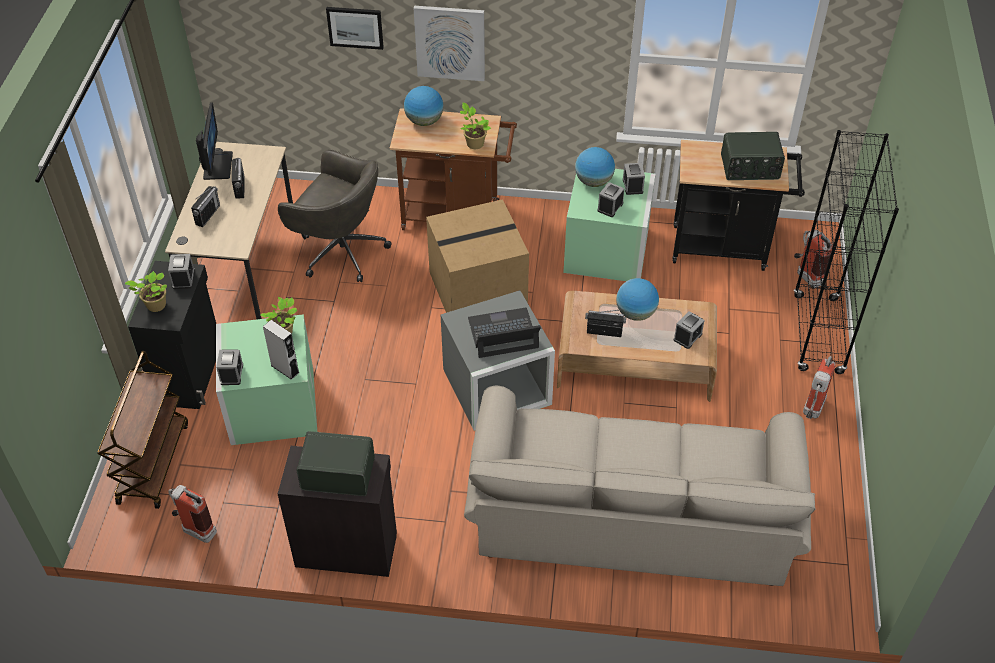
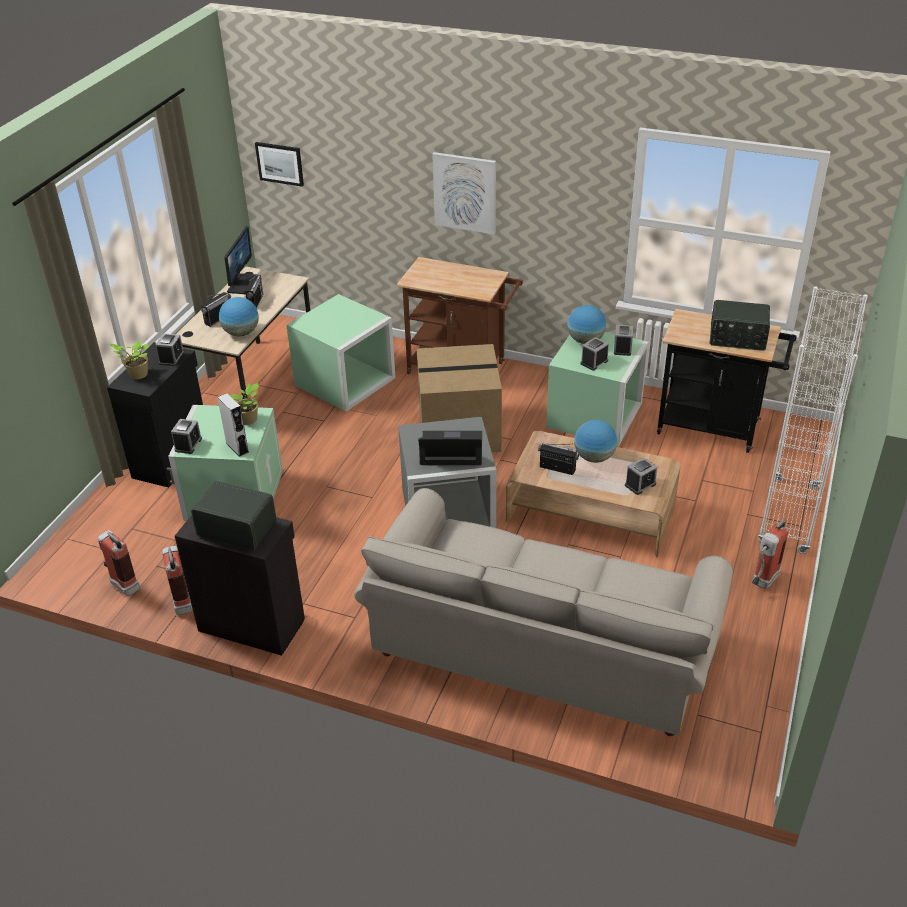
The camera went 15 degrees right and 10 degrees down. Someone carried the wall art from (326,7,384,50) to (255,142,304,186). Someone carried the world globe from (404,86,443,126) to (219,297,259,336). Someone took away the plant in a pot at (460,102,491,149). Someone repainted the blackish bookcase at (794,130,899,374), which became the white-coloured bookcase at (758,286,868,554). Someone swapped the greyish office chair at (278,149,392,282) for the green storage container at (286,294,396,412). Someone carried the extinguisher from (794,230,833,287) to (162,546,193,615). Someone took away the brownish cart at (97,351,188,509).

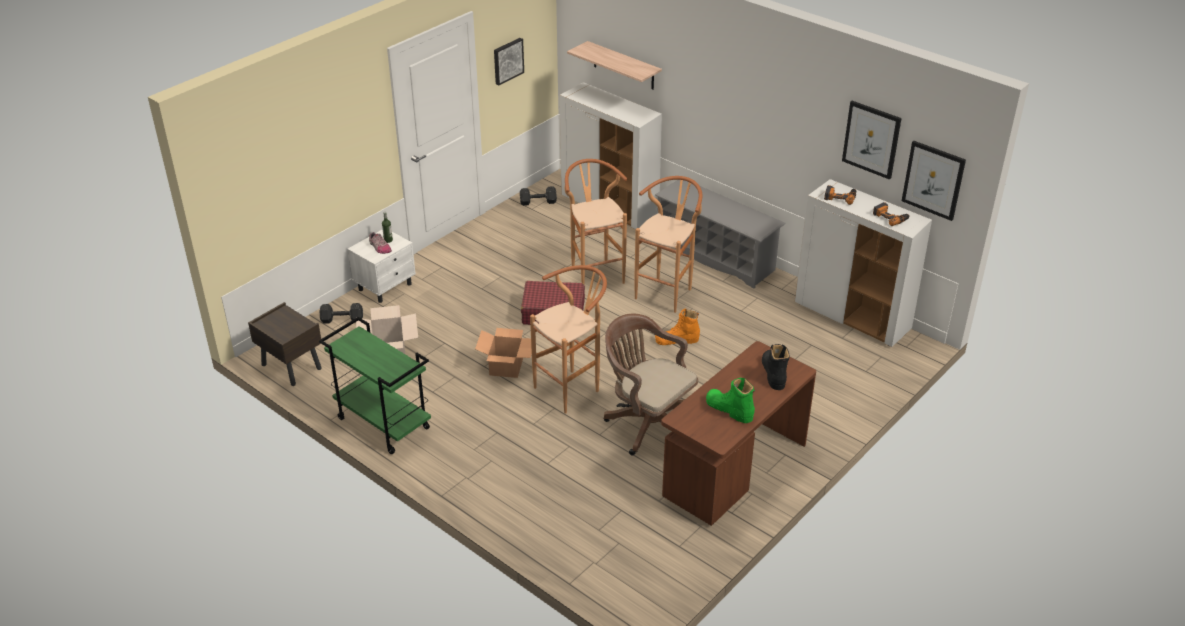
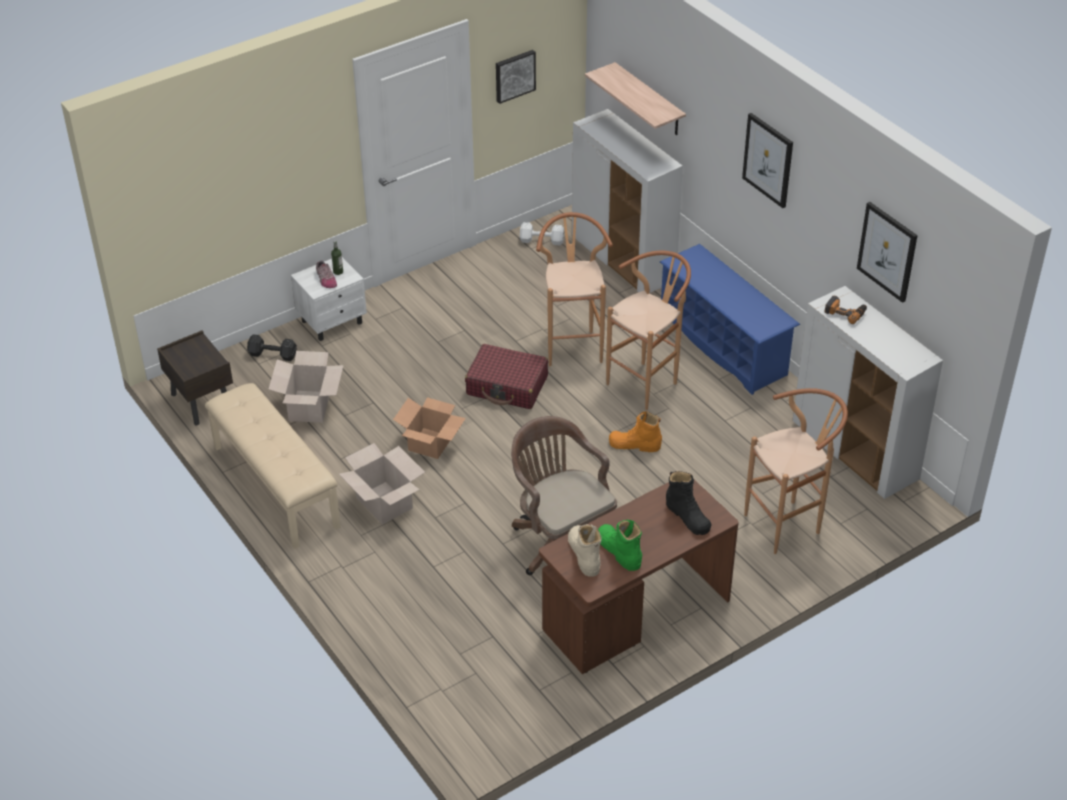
The camera went 15 degrees right and 5 degrees up. Someone carried the wall art from (902,141,966,221) to (742,113,793,208). Someone repainted the greyish shoe shelf at (655,180,786,288), which became the bluish shoe shelf at (660,244,800,395). Someone repainted the blackish hand weight at (520,186,557,206), which became the white-coloured hand weight at (520,222,564,245). Someone took away the electric drill at (873,202,909,226). Someone carried the brownish stool seat from (530,265,607,413) to (744,388,848,554). Someone swapped the green cart at (319,317,431,454) for the beige-coloured bench at (205,383,341,549). Someone rotated the blackish high-top boot at (762,344,790,390) by 135 degrees clockwise. Someone put down the packing box at (339,443,425,525). Someone put down the beige-coloured high-top boot at (568,524,601,577).

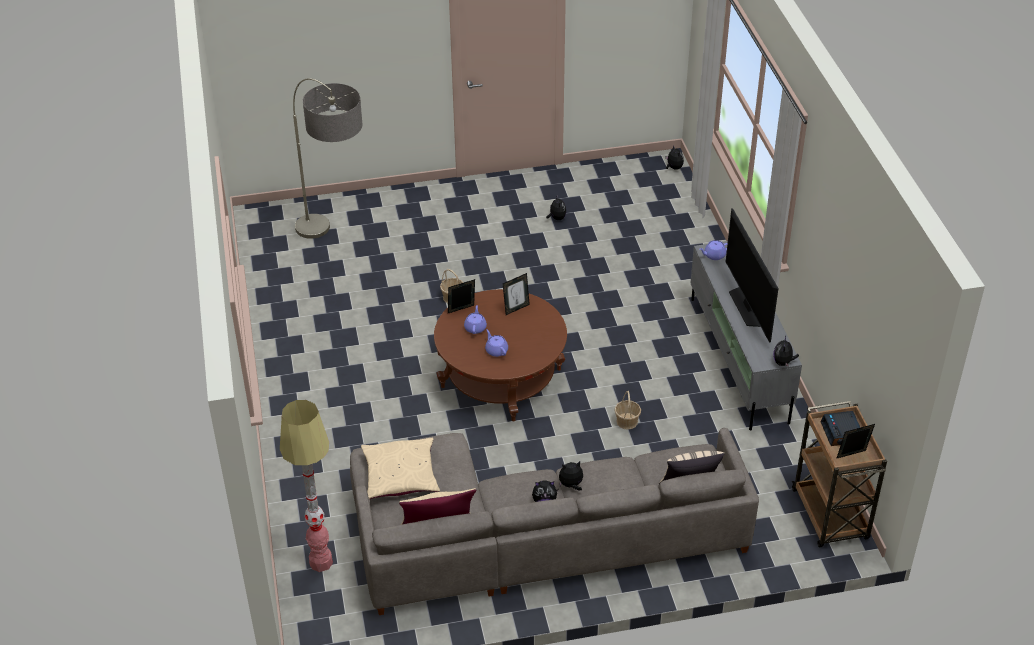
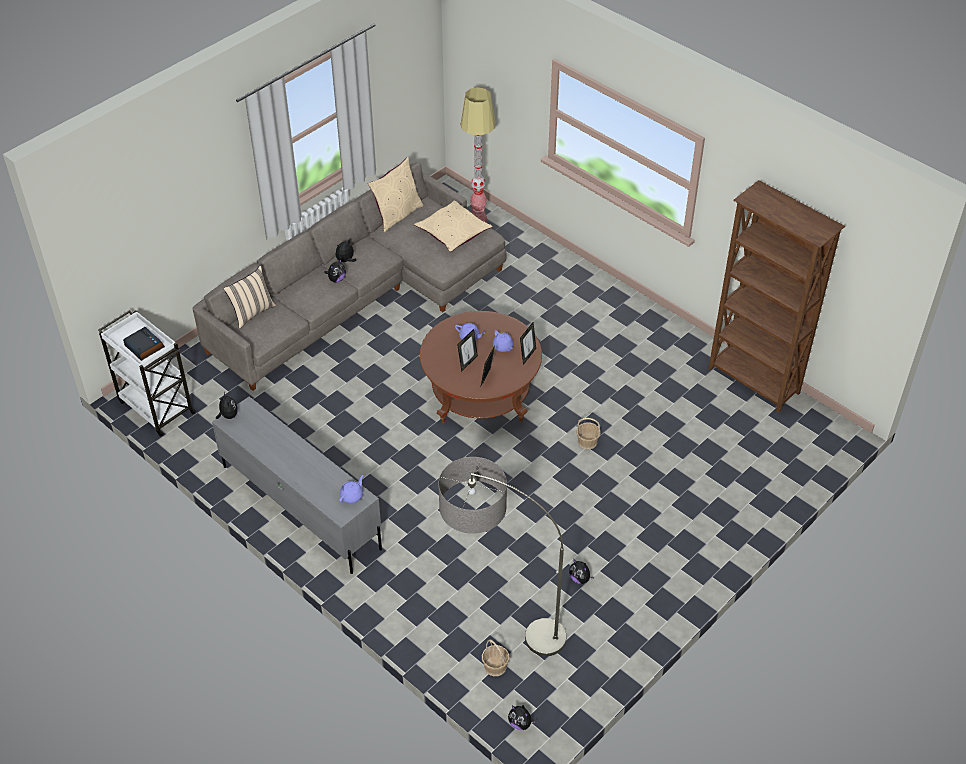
The camera went 145 degrees right and 5 degrees up. Someone carried the standard lamp from (293,78,362,239) to (438,457,567,656). Someone took away the TV set at (726,208,779,343). Someone carried the storage basket from (614,391,641,430) to (482,639,510,676). Someone repainted the brownish cart at (792,401,887,547), which became the white-coloured cart at (98,310,196,437). Someone carried the standing frame from (836,424,875,459) to (457,329,478,372). Someone put down the brownish bookcase at (708,180,845,413).

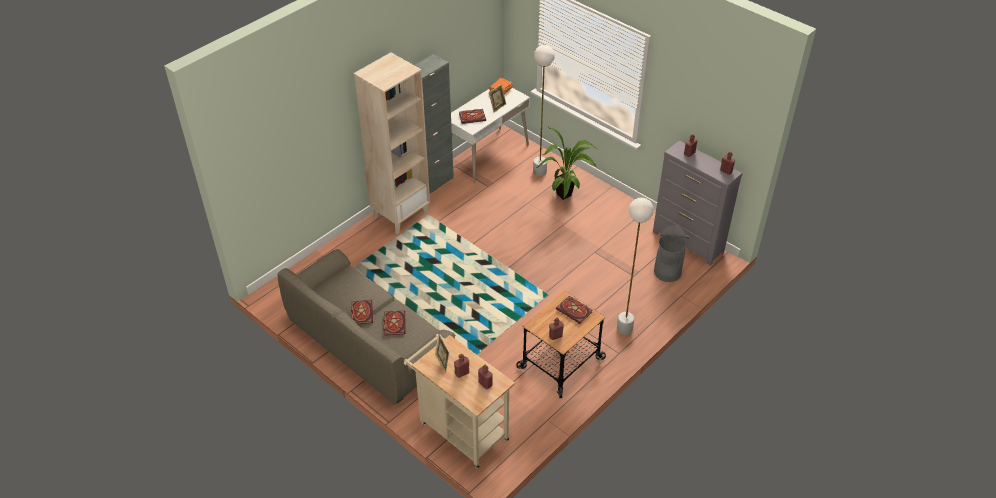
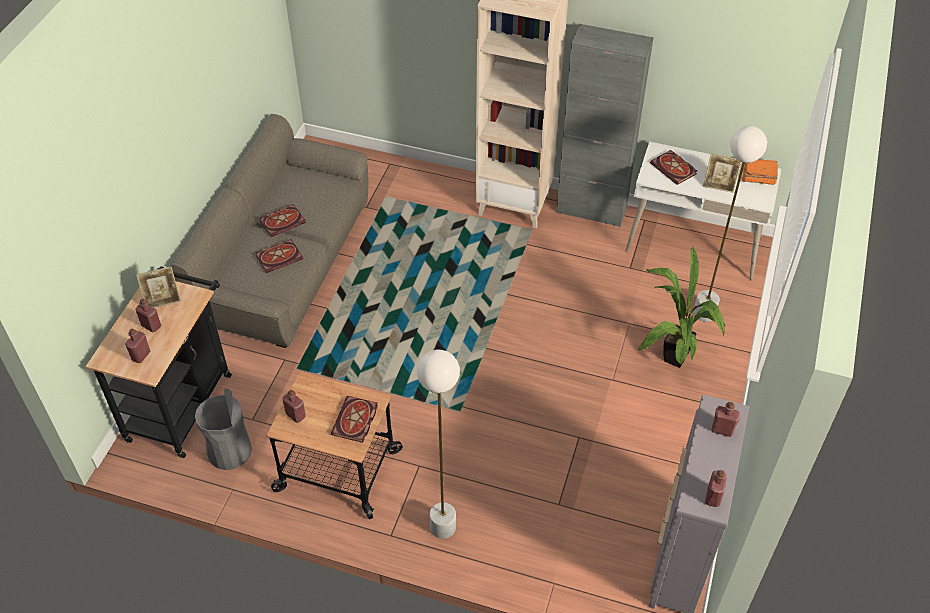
The camera went 65 degrees right and 5 degrees up. Someone carried the greyish rubbish bin from (654,225,686,282) to (195,388,252,470). Someone repainted the beige-coloured cart at (404,334,515,469), which became the blackish cart at (85,266,232,458).

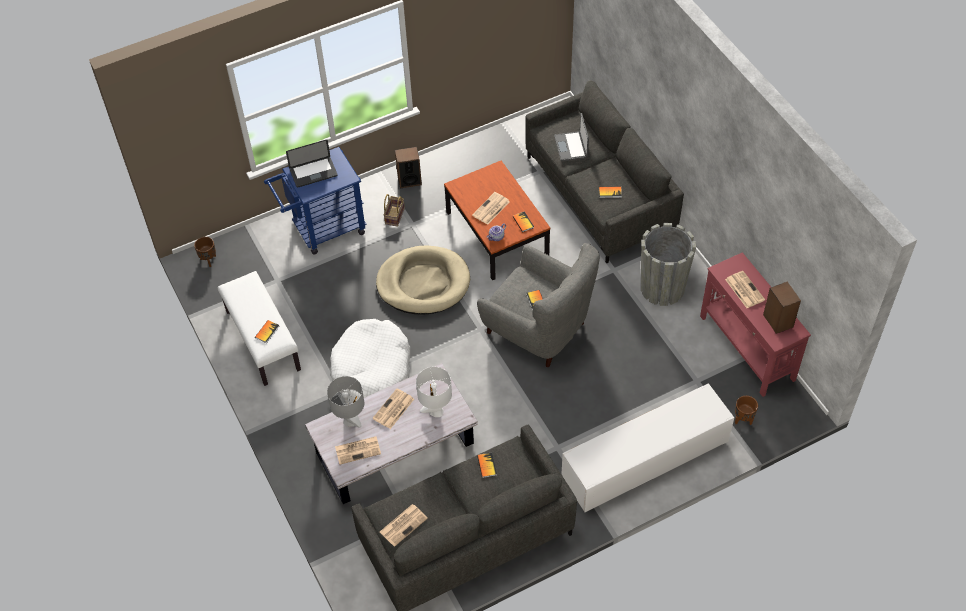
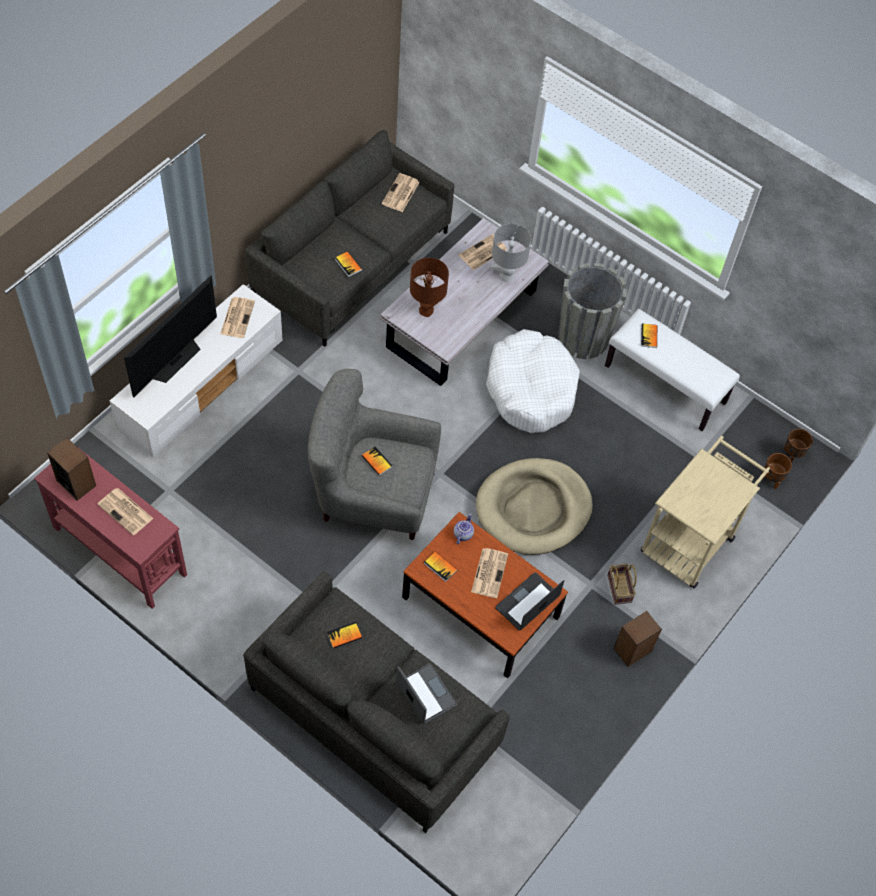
The camera went 150 degrees right and 5 degrees up. Someone carried the portable computer from (286,139,338,188) to (496,572,564,630). Someone repainted the bluish cart at (264,147,367,255), which became the beige-coloured cart at (641,436,770,588). Someone carried the greyish flower pot from (641,223,696,306) to (558,263,627,359). Someone repainted the white-coloured table lamp at (416,367,452,417), which became the brownish table lamp at (410,258,449,317). Someone carried the newspaper from (372,389,414,429) to (220,297,255,338). Someone carried the brownish flower pot from (735,396,758,425) to (762,453,792,489). Someone put down the TV set at (124,275,217,397).

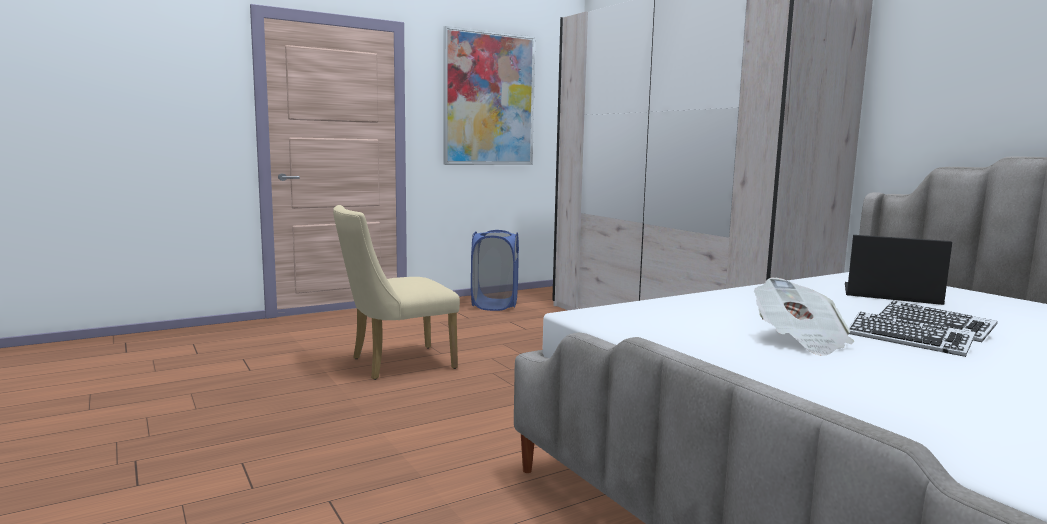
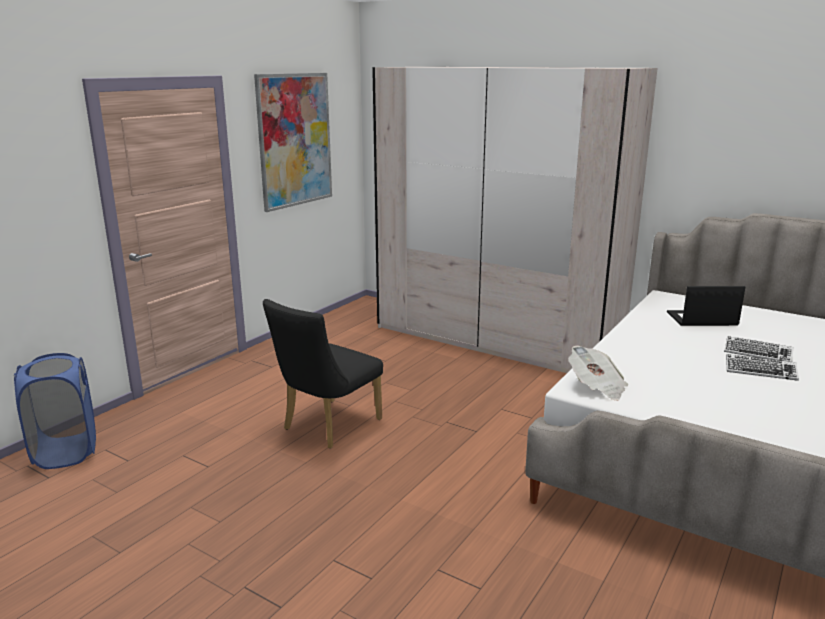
The camera went 25 degrees left and 10 degrees up. Someone repainted the beige-coloured upright chair at (333,205,460,380), which became the blackish upright chair at (263,299,383,449). Someone carried the bluish laundry basket from (471,230,519,311) to (14,353,96,469). Someone carried the newspaper from (754,278,854,356) to (568,345,628,401).

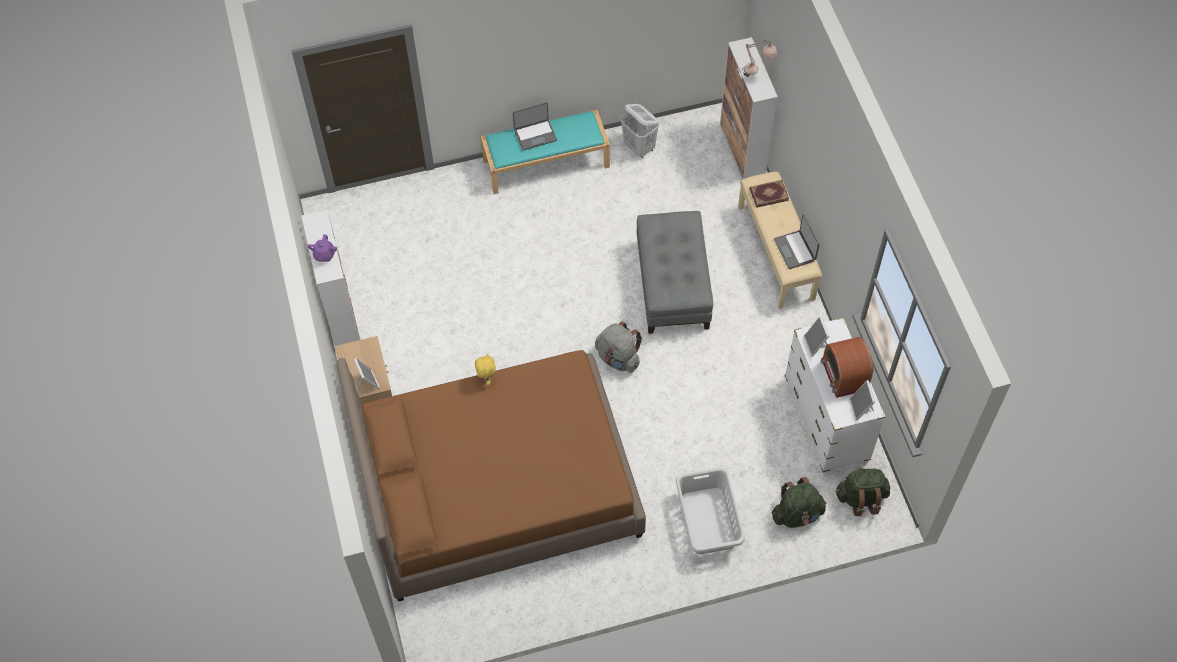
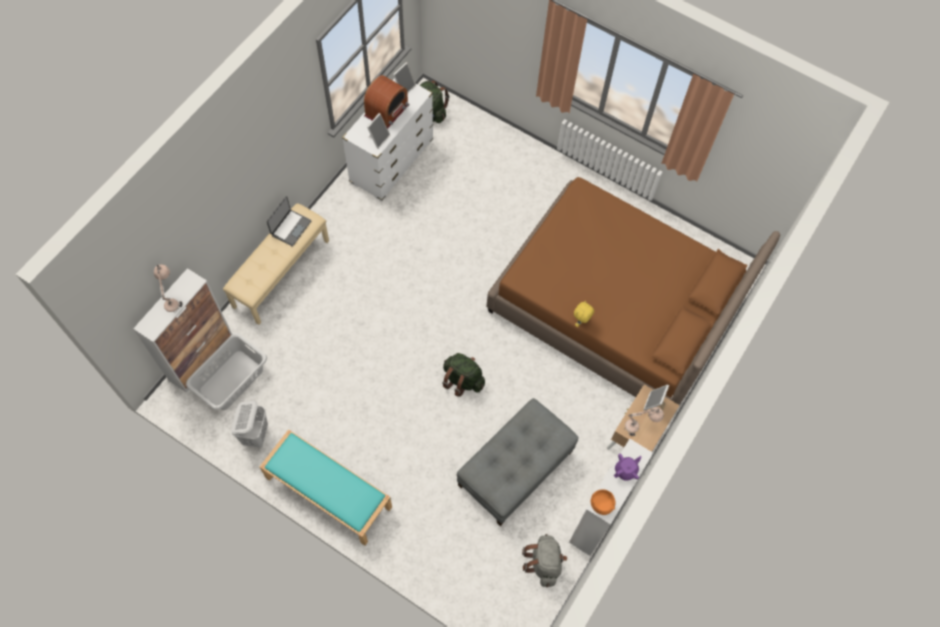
The camera went 135 degrees left and 5 degrees up. Someone took away the portable computer at (513,102,557,151). Someone took away the bound book at (749,180,789,207). Someone carried the greyish footrest from (637,211,713,334) to (457,398,579,526). Someone carried the greyish rucksack from (595,321,642,373) to (522,534,567,587). Someone carried the greyish laundry basket from (676,467,745,554) to (186,333,267,410). Someone carried the green rucksack from (772,477,827,528) to (442,353,485,397). Someone put down the beige-coloured table lamp at (624,407,664,436). Someone put down the orange-coloured bowl at (591,489,615,515).

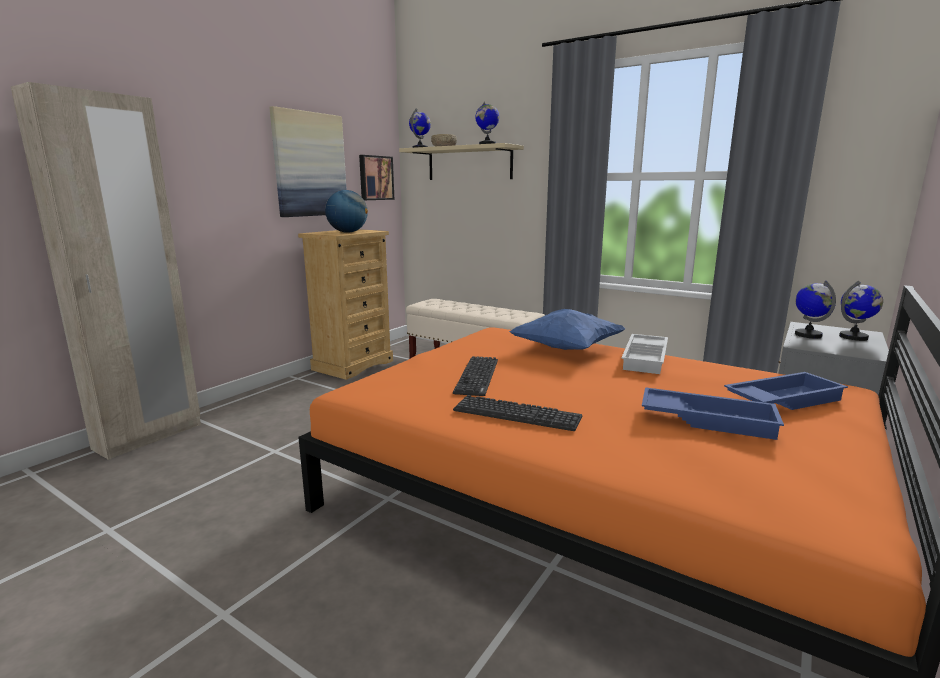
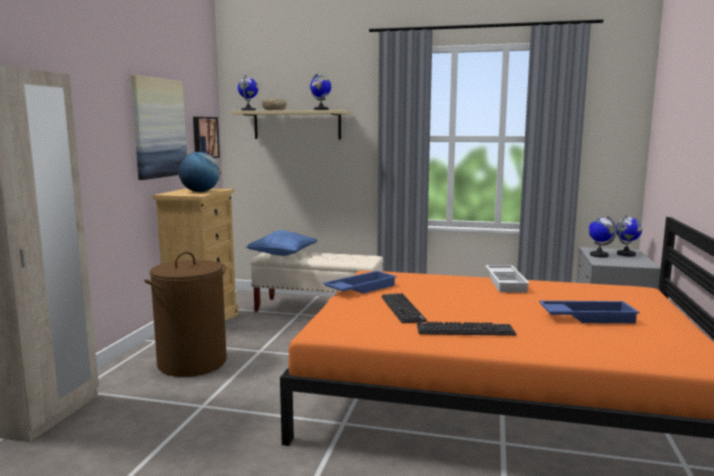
The camera went 20 degrees left and 5 degrees down. Someone carried the bluish cushion from (509,309,626,350) to (246,230,318,256). Someone carried the bluish tray from (724,372,848,410) to (323,271,397,293). Someone put down the brownish laundry basket at (144,252,227,377).

